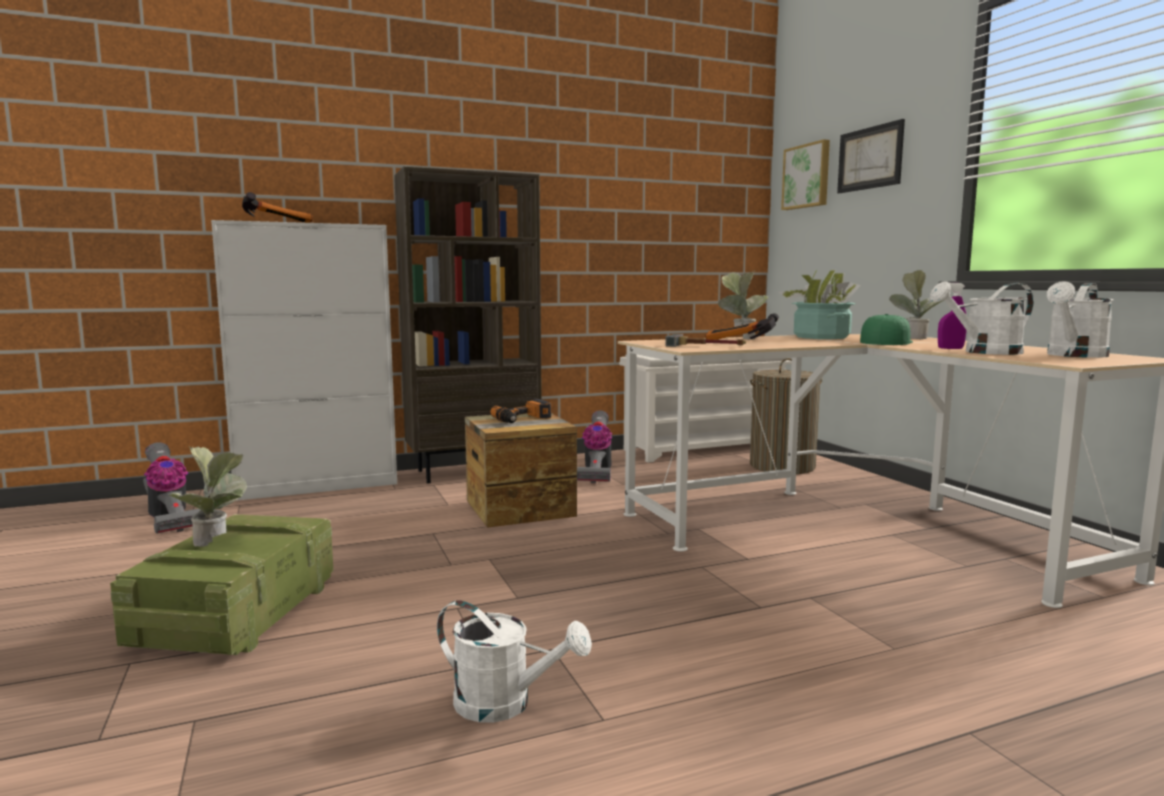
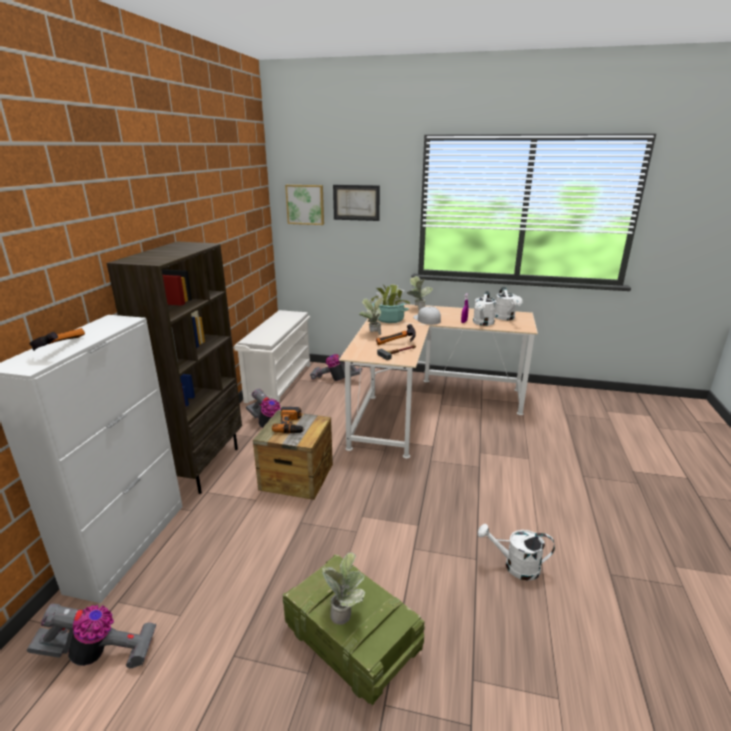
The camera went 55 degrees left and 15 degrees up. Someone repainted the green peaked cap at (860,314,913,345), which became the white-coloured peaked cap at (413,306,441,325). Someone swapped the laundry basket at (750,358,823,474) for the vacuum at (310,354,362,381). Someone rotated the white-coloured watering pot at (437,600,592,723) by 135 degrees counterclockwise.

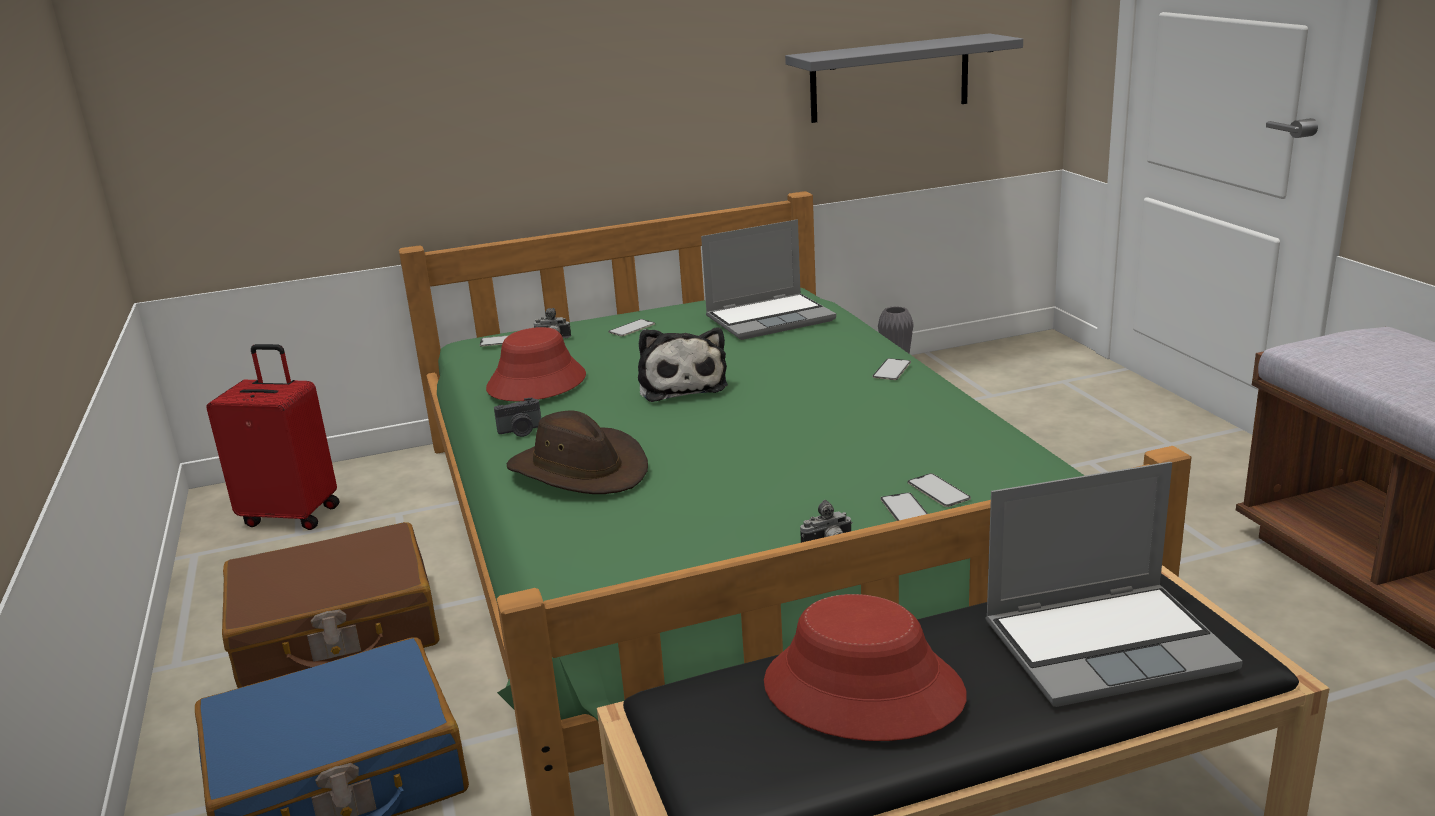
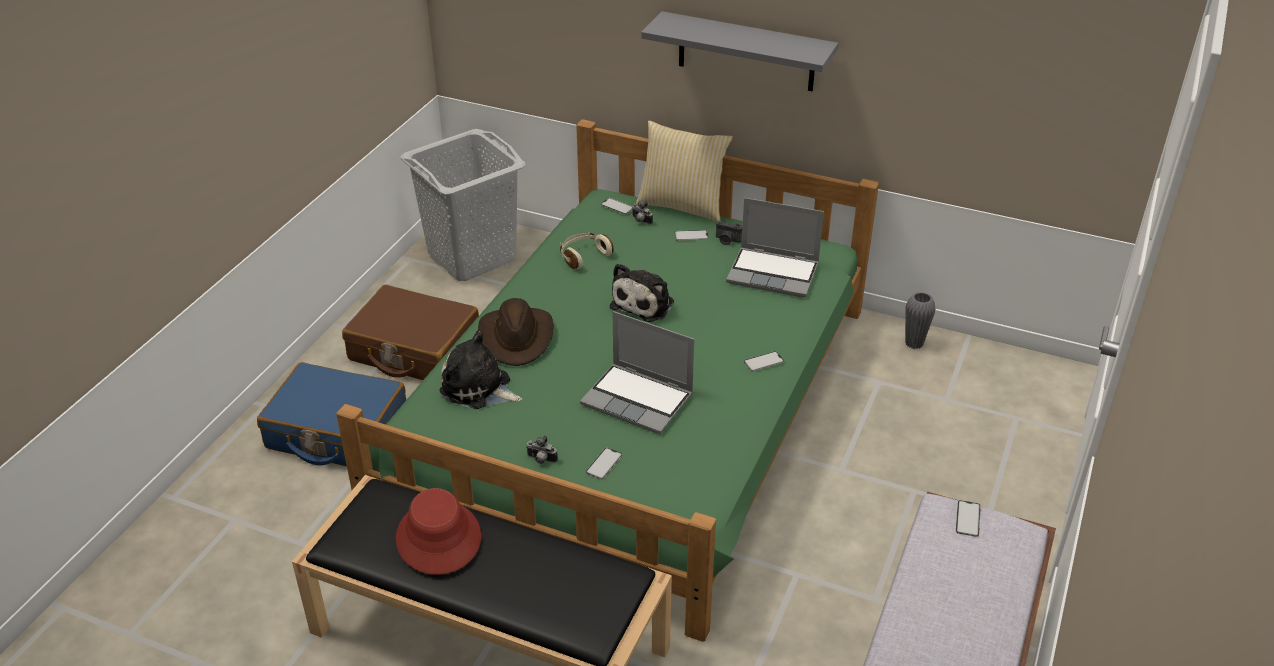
The camera went 40 degrees right and 15 degrees up. Someone carried the greyish bracket shelf from (785,33,1023,123) to (641,11,838,91). Someone swapped the red clothing hat at (486,327,586,401) for the beige-coloured headset at (560,232,614,269). Someone swapped the red travel case at (206,344,340,530) for the greyish laundry basket at (401,129,525,281). Someone carried the still camera from (494,397,541,437) to (716,221,742,245). Someone carried the portable computer from (985,462,1243,707) to (580,311,695,434). Someone carried the phone from (908,473,971,507) to (956,500,981,537). Someone put down the cushion at (636,121,733,222). Someone put down the soft toy at (439,330,522,409).

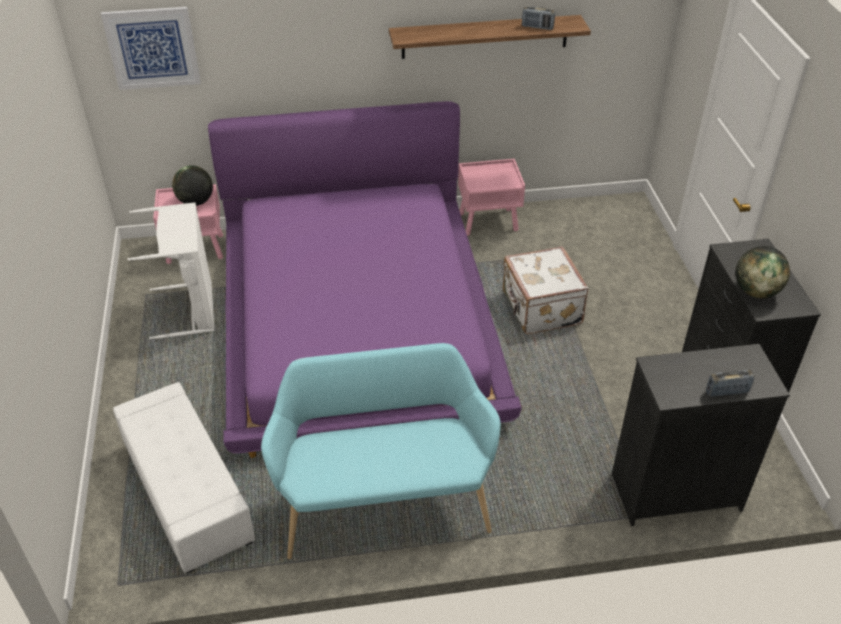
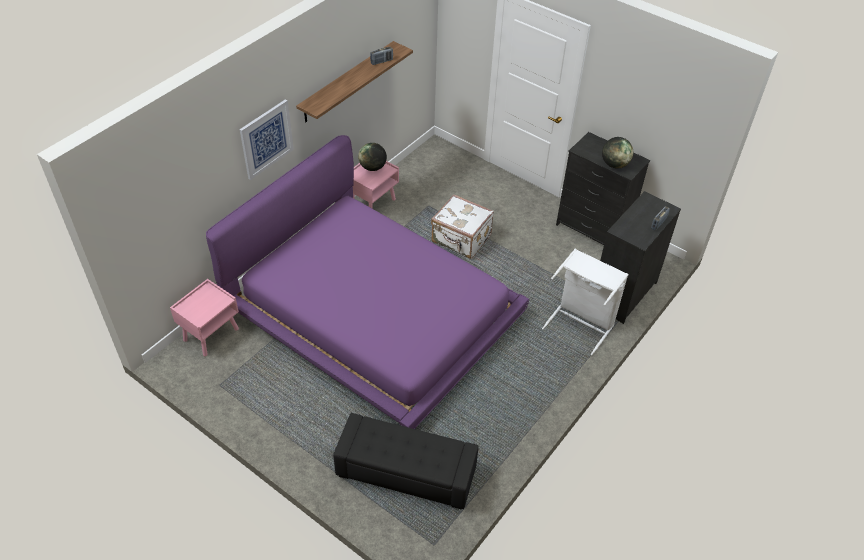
The camera went 45 degrees left and 5 degrees up. Someone carried the wall art from (101,7,200,90) to (240,99,294,180). Someone carried the world globe from (172,165,213,206) to (358,143,387,171). Someone carried the white-coloured laundry basket from (128,202,215,339) to (542,249,629,355). Someone took away the blue-green bench at (261,343,501,559). Someone repainted the white-coloured footrest at (113,382,255,574), which became the blackish footrest at (333,413,479,510).

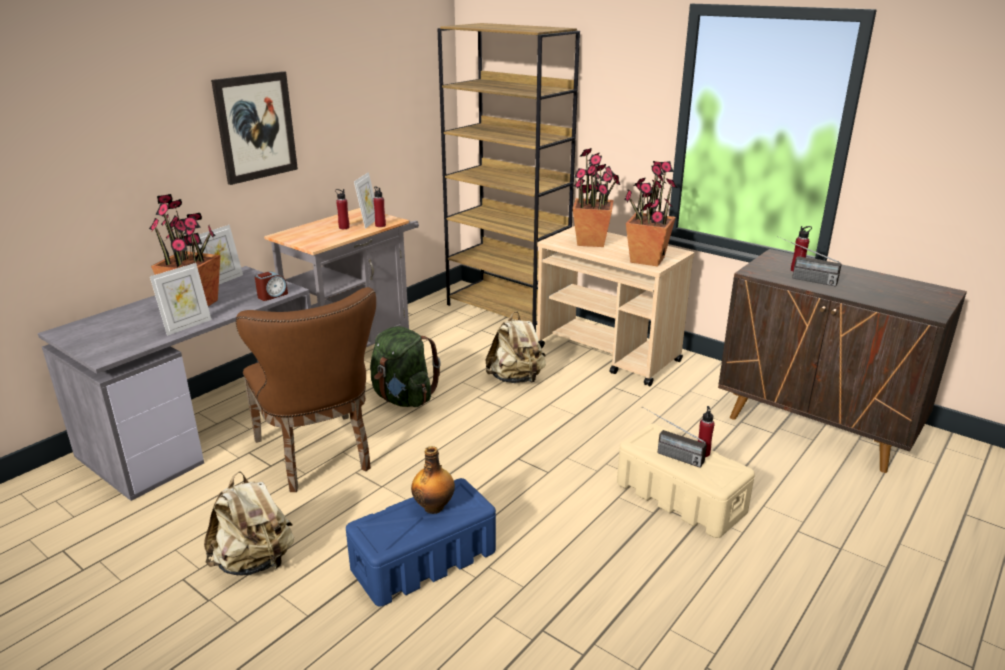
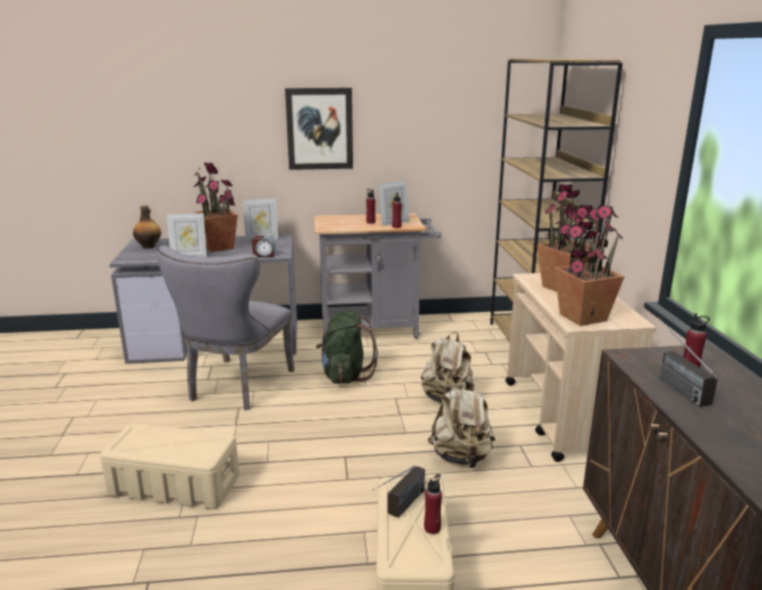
The camera went 45 degrees right and 5 degrees down. Someone repainted the brownish upright chair at (236,287,376,492), which became the greyish upright chair at (157,245,295,410). Someone rotated the radio at (642,406,707,468) by 135 degrees counterclockwise. Someone carried the bottle from (411,446,455,514) to (133,205,161,249). Someone carried the beige-coloured rucksack from (204,471,294,575) to (428,380,495,468). Someone repainted the bluish storage container at (346,478,496,606), which became the beige-coloured storage container at (100,423,239,509).

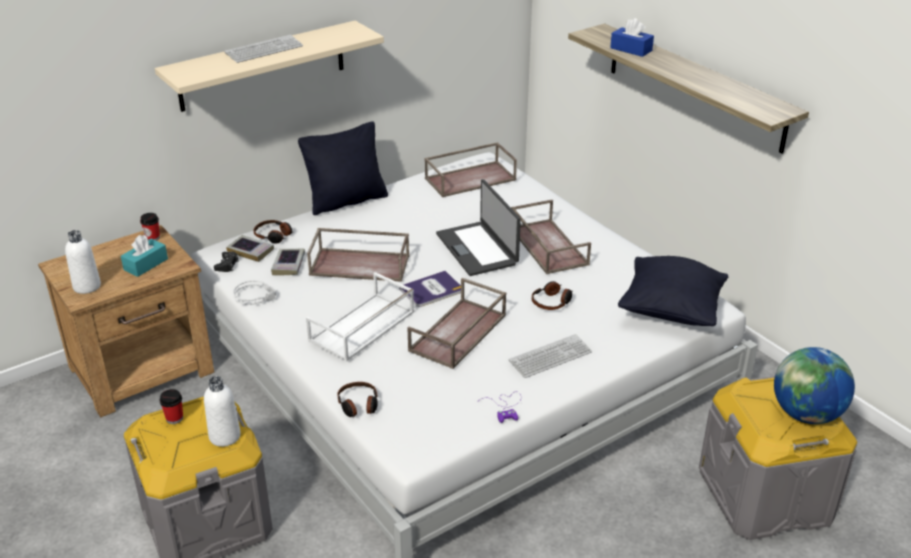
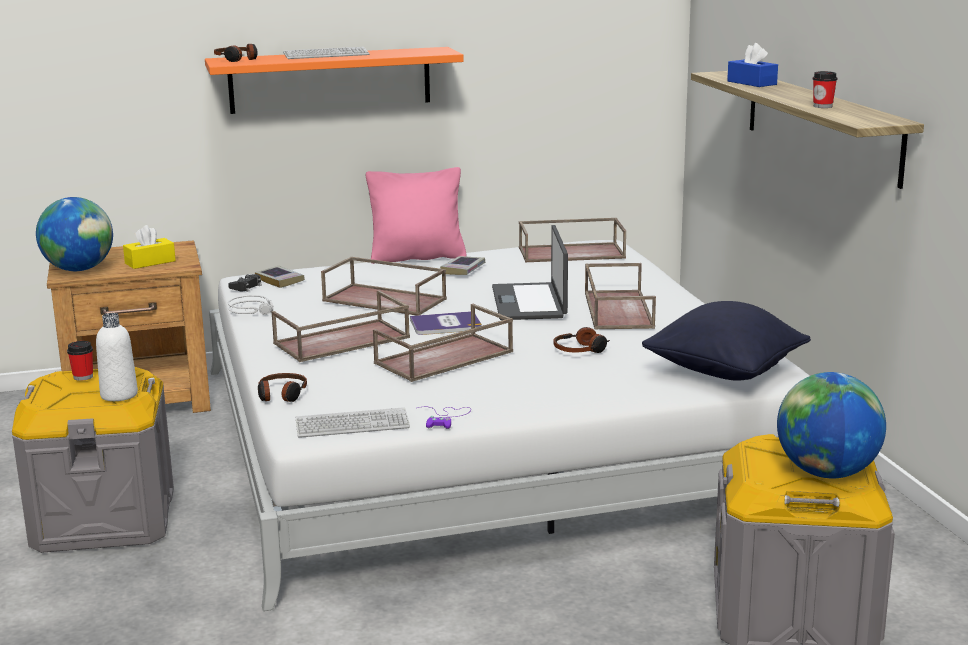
The camera went 20 degrees right and 15 degrees down. Someone repainted the beige-coloured bracket shelf at (155,21,384,112), which became the orange-coloured bracket shelf at (205,47,464,114). Someone repainted the blackish cushion at (298,121,388,215), which became the pink cushion at (366,167,467,264). Someone carried the cup from (140,213,160,241) to (813,71,837,108). Someone carried the headset from (254,220,294,244) to (214,44,258,62). Someone swapped the white-coloured bottle at (65,230,101,294) for the world globe at (36,197,113,271). Someone repainted the blue-green tissue box at (121,235,168,277), which became the yellow tissue box at (123,225,176,269). Someone carried the bound book from (271,249,305,275) to (440,256,485,275). Someone repainted the white-coloured tray at (306,272,414,362), which became the brownish tray at (271,290,410,362). Someone carried the PC keyboard from (509,334,592,378) to (296,407,410,438).

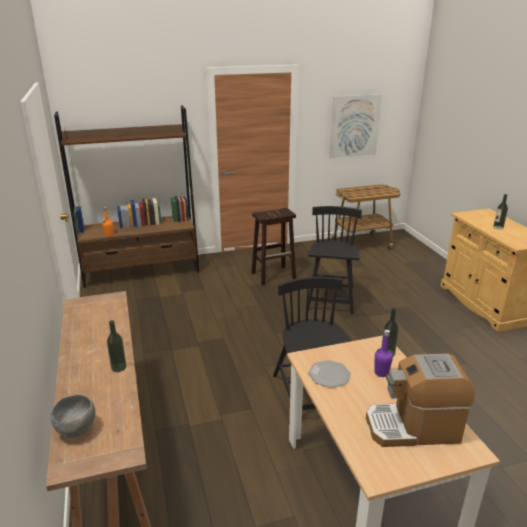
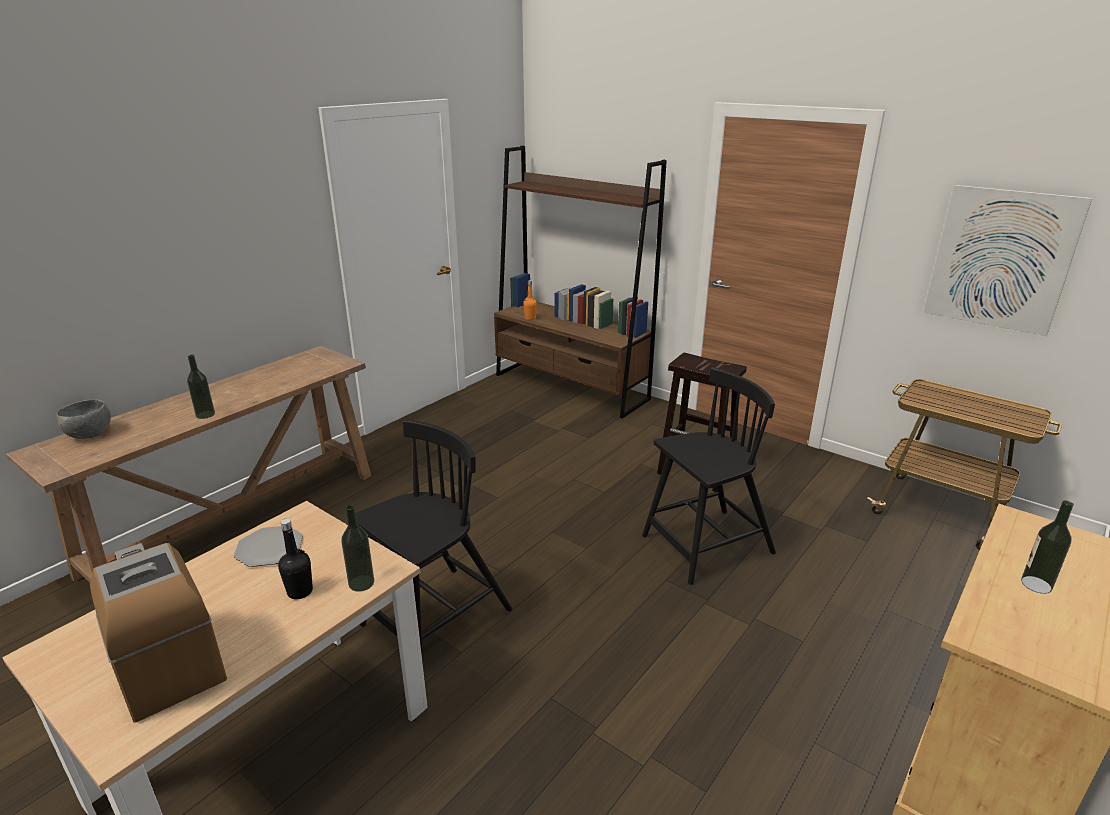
The camera went 55 degrees right and 0 degrees up. Someone repainted the purple-coloured bottle at (374,329,393,377), which became the blackish bottle at (278,518,313,599).

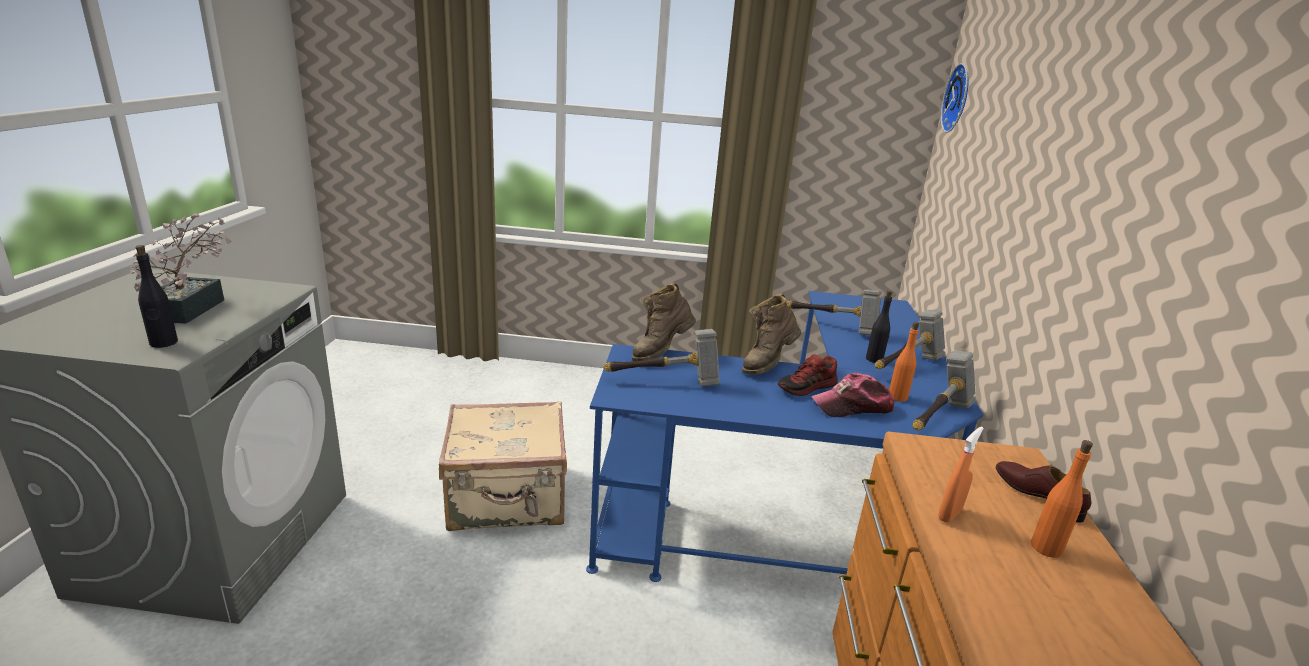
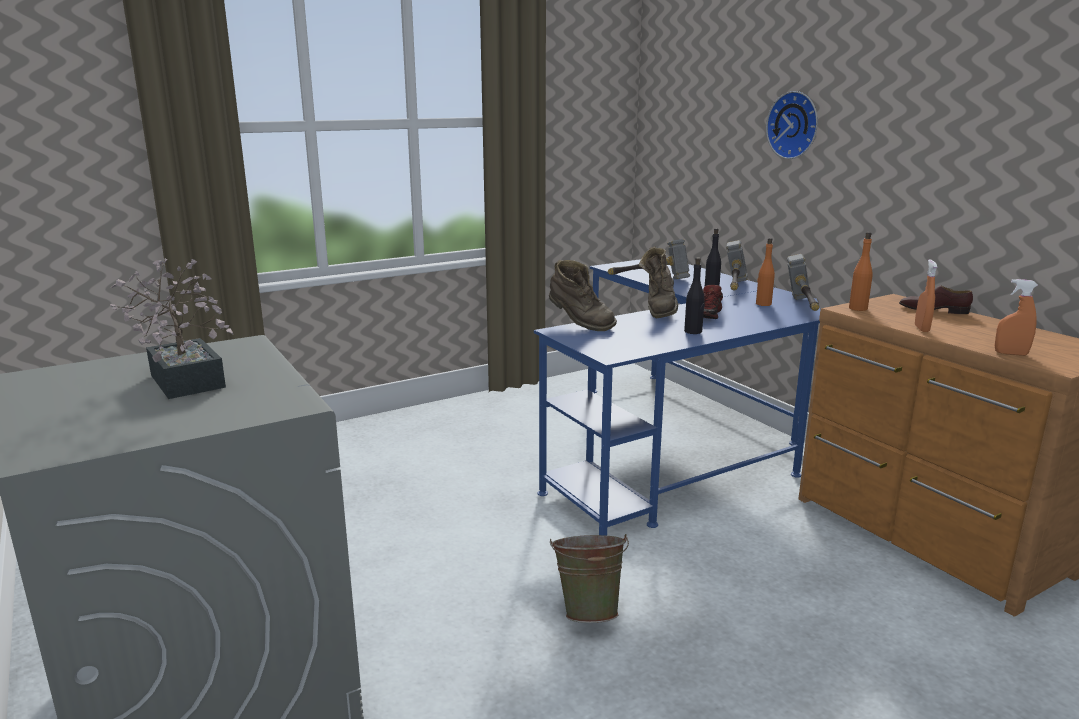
The camera went 35 degrees left and 5 degrees down. Someone carried the wall clock from (941,63,968,133) to (766,91,818,159). Someone carried the blackish bottle from (135,245,178,348) to (684,257,705,334). Someone rotated the brownish high-top boot at (631,283,696,361) by 60 degrees counterclockwise. Someone took away the tool hammer at (603,329,720,386). Someone took away the peaked cap at (811,373,895,417). Someone took away the beige-coloured travel case at (439,401,567,531). Someone carried the orange-coloured bottle from (1031,440,1093,558) to (849,232,873,311). Someone put down the orange-coloured hand sprayer at (995,279,1038,356). Someone put down the green pail at (550,534,629,623).

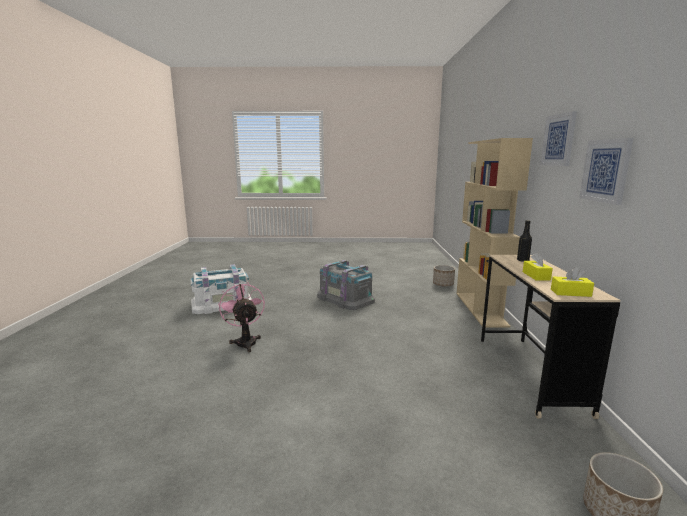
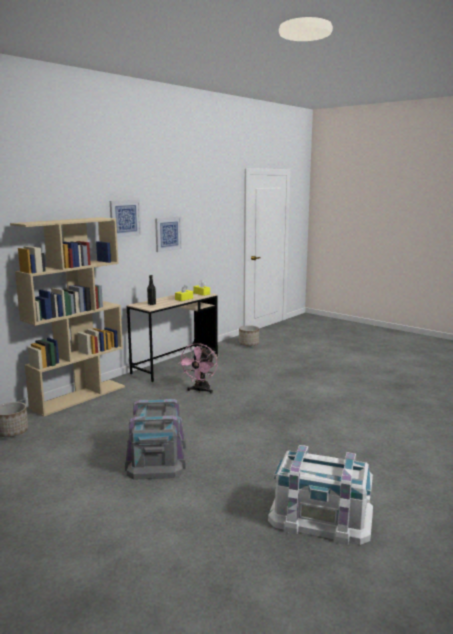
The camera went 140 degrees left and 0 degrees up. Someone carried the pink fan from (218,282,265,352) to (178,343,217,394).

